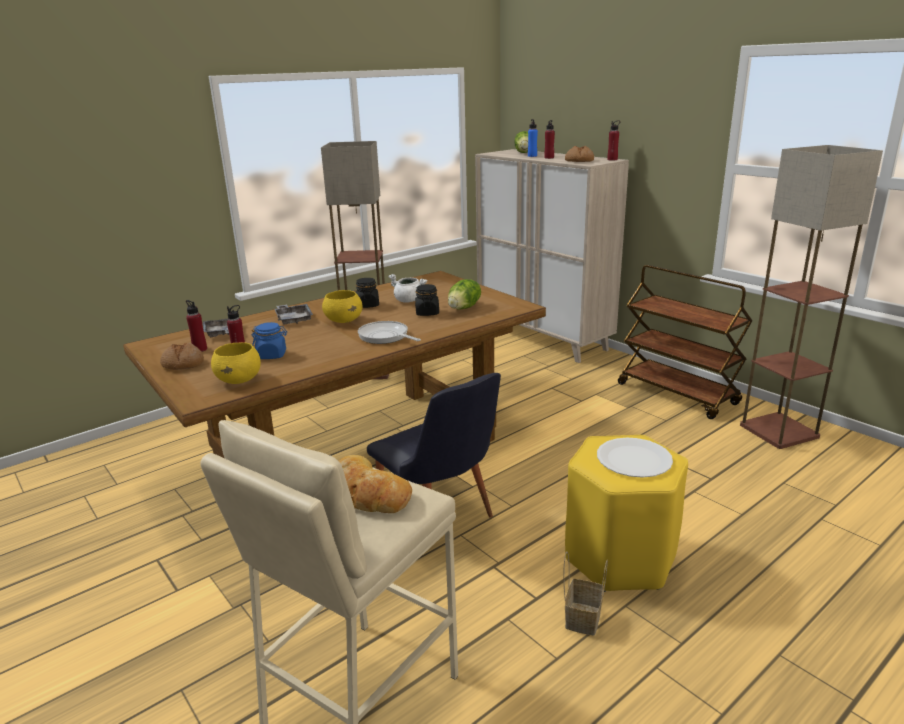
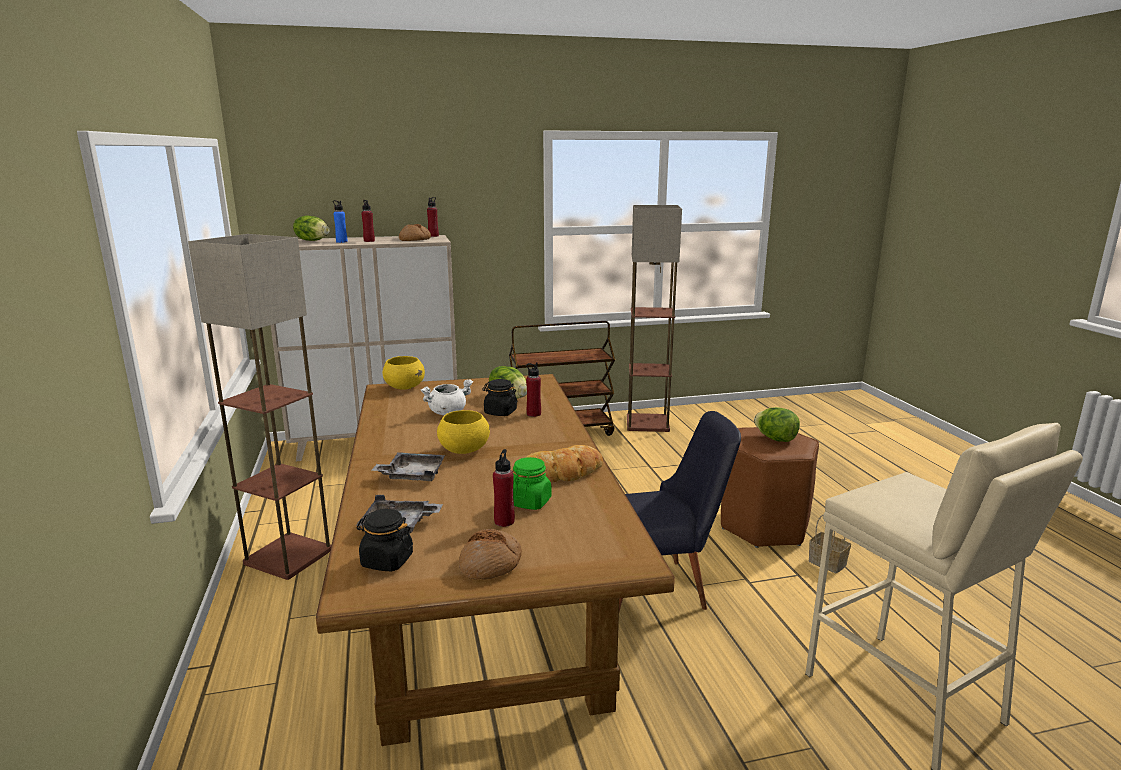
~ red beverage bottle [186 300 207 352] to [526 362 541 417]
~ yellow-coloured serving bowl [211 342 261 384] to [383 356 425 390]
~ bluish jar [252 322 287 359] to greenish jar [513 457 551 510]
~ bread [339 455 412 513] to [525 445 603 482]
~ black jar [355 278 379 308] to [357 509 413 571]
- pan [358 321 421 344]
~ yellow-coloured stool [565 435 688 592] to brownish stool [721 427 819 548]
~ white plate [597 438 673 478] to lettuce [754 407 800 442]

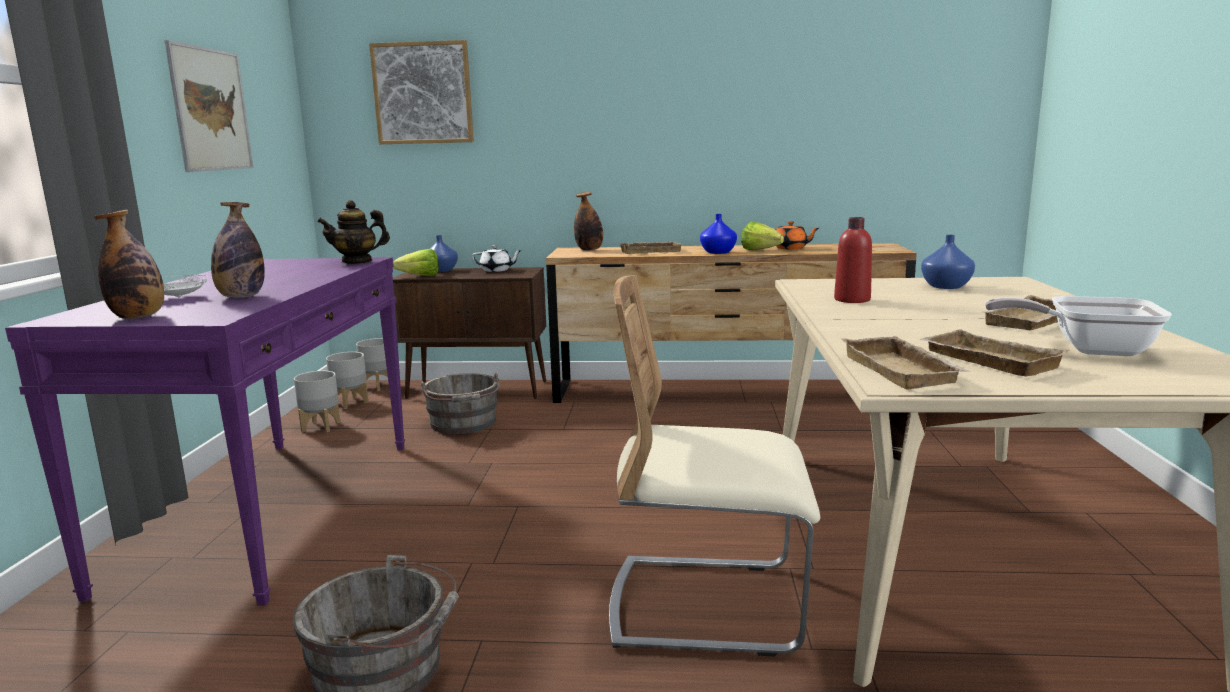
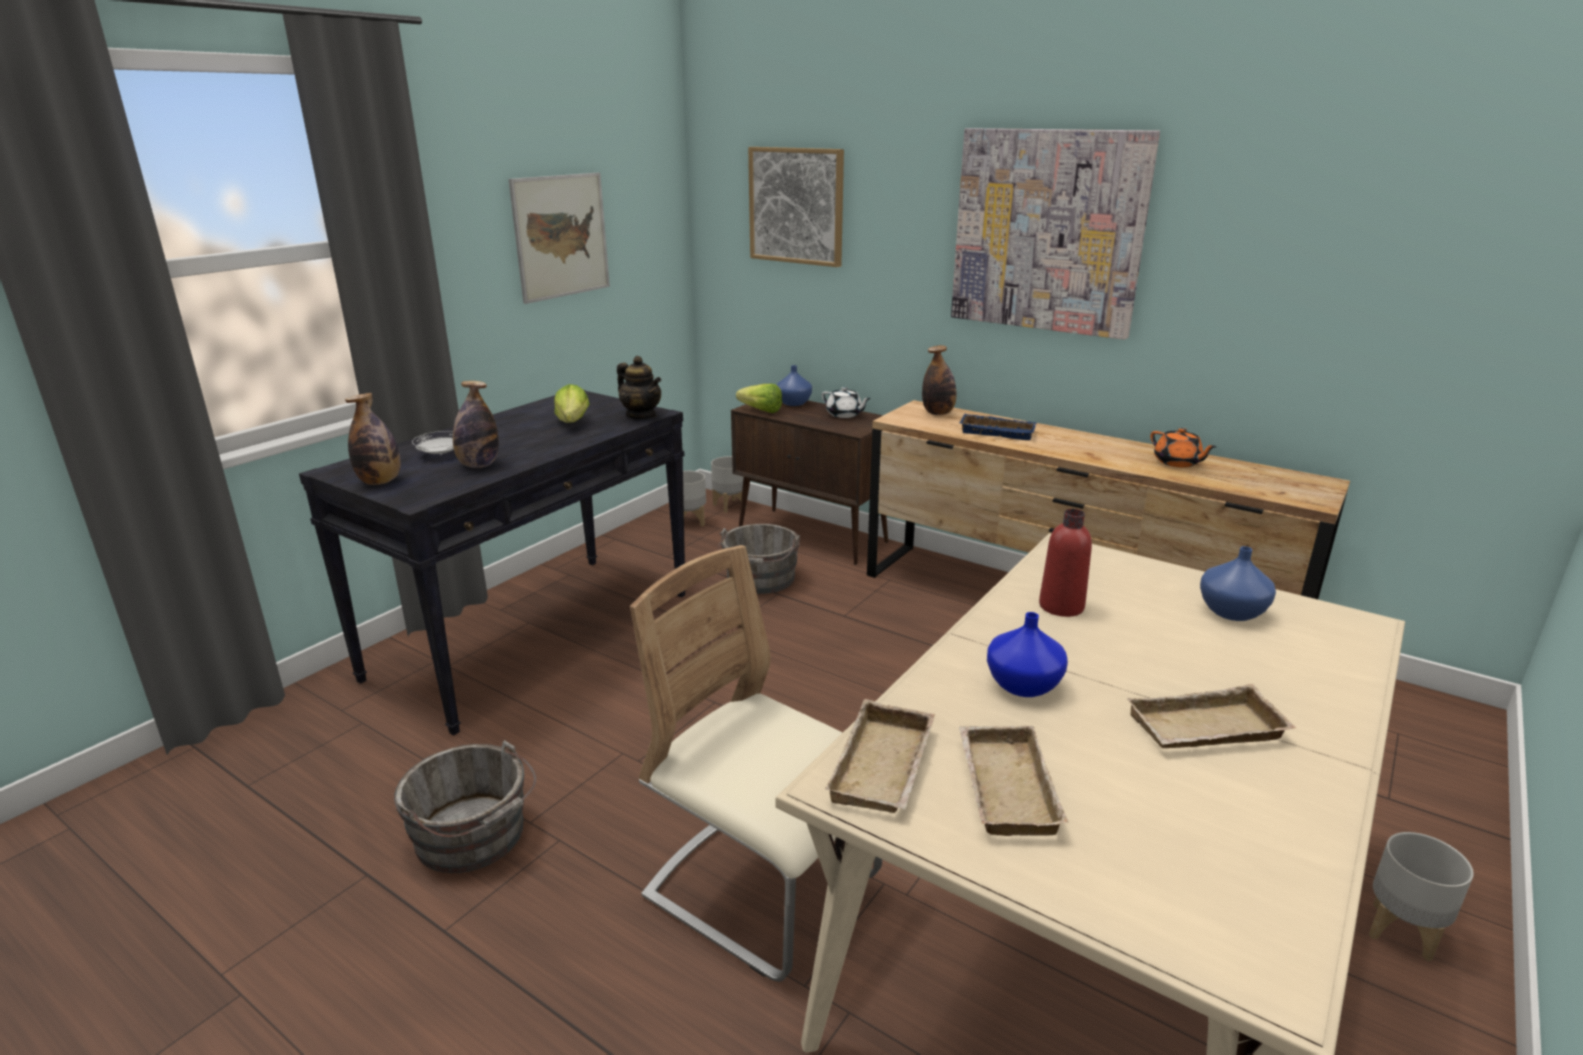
~ purple-coloured console table [5 257 405 606] to black console table [299 390 685 735]
~ greyish flower pot [294 371 340 432] to [1369 832 1474 961]
~ tea pot [317 200 390 264] = [617 356 661 419] 150 degrees counterclockwise
~ beige tray [619 242 682 254] to bluish tray [959 414 1036 440]
~ bluish vase [700 214 737 254] to [987 612 1068 697]
~ lettuce [741 222 784 250] to [554 384 589 423]
- pan [985 296 1172 356]
+ wall art [951 128 1160 340]

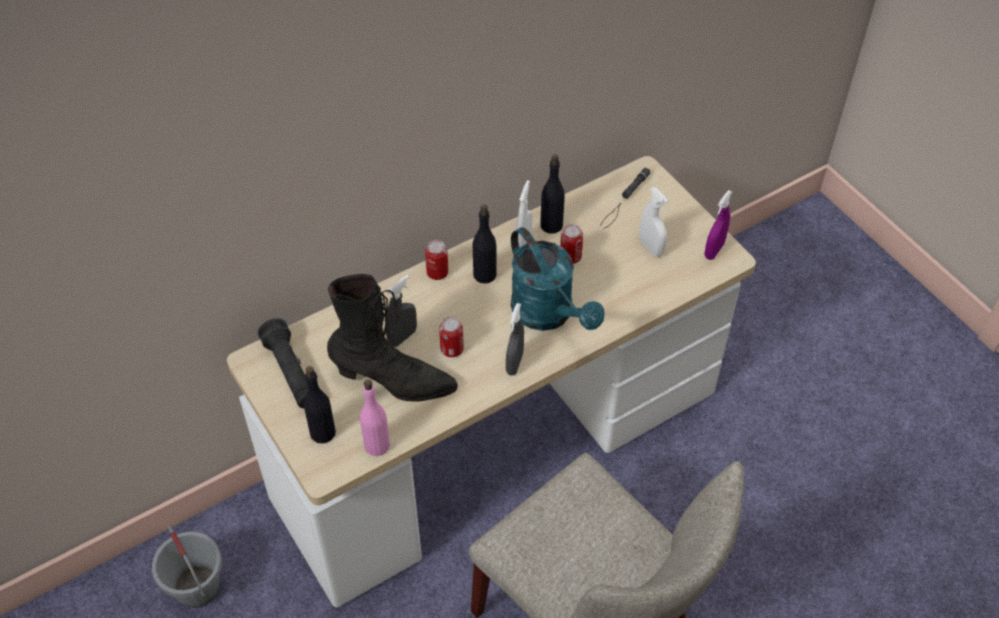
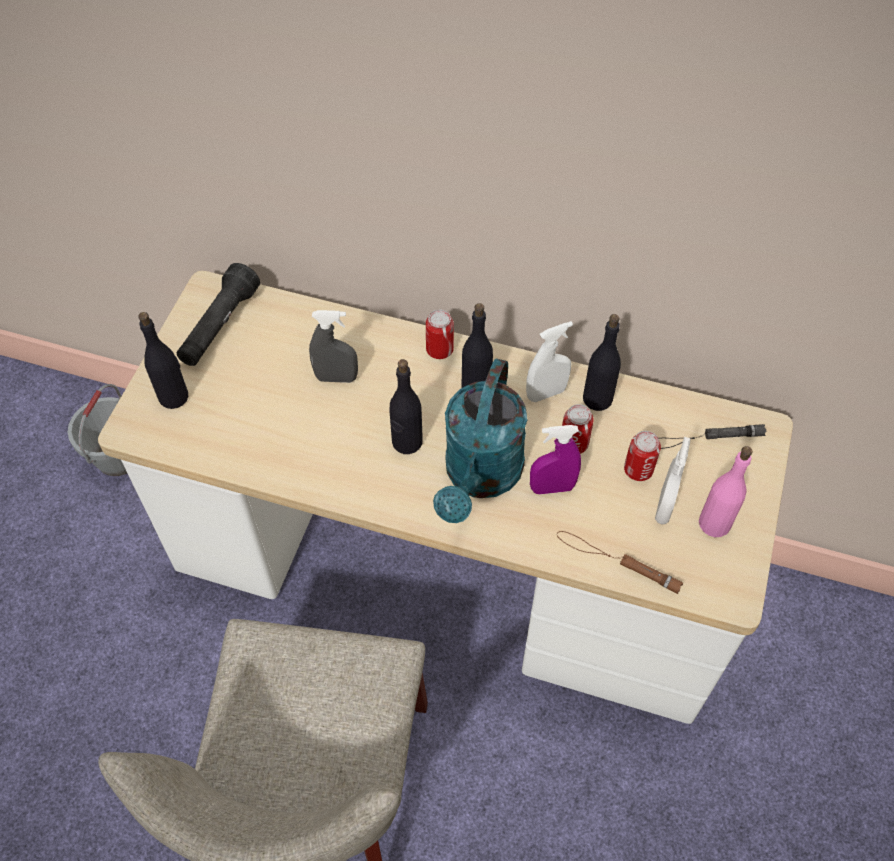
- black tall boot [327 274 458 402]
~ pink beverage bottle [360 379 390 456] to [699 446 753 537]
~ can [439 316 464 357] to [624 431 661 481]
- greyish sprayer [506 303 524 375]
~ purple-coloured sprayer [705 190 732 260] to [530 425 581 494]
+ black beverage bottle [389 359 423 454]
+ brownish hand torch [557 531 683 594]

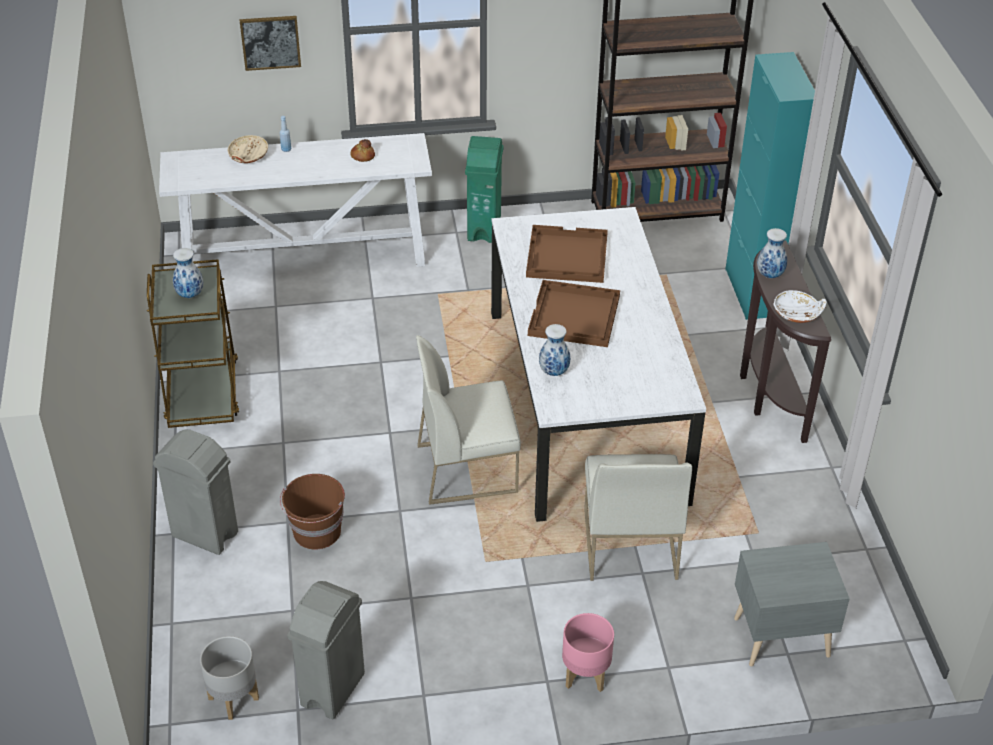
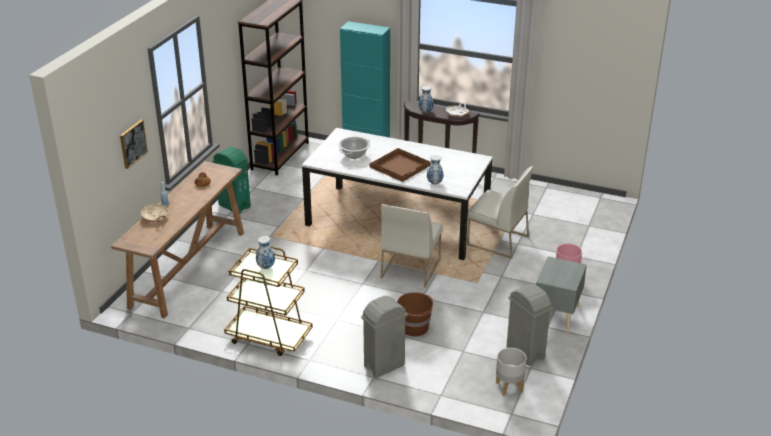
~ white console table [159 133 432 267] to brownish console table [111 161 244 319]
~ brownish tray [526 225 608 283] to stockpot [338 136 370 159]
~ greyish bedside table [734 542 850 666] to [536 256 587 333]

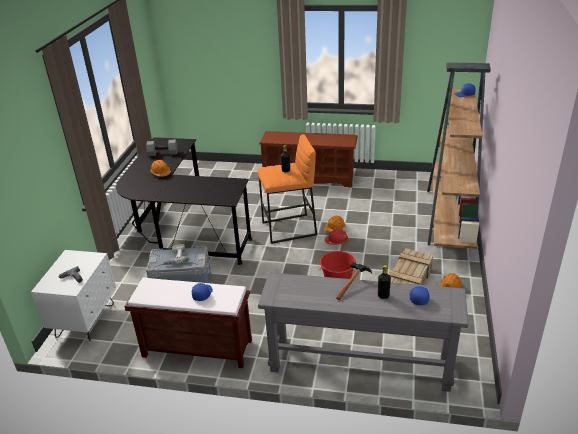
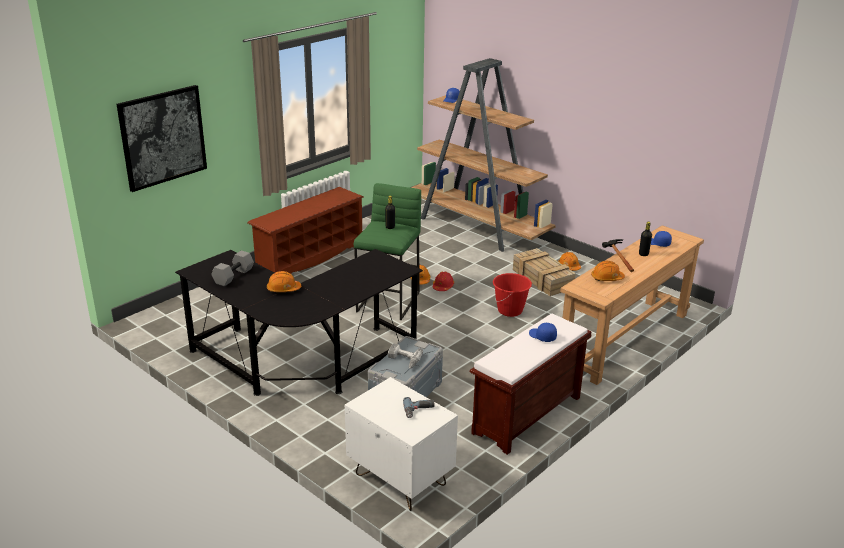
~ orangey stool [257 134 317 244] to greenish stool [354 183 421 320]
~ greyish console table [258 272 468 392] to brownish console table [560 225 704 385]
+ wall art [116 85 207 192]
+ orangey work helmet [591 261 625 281]

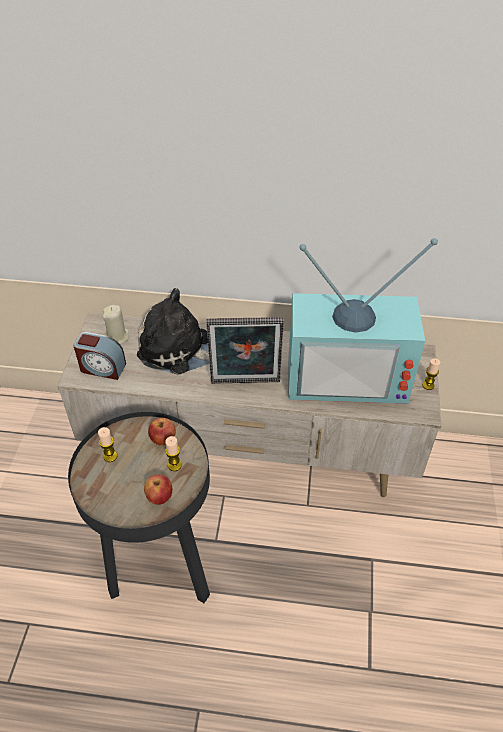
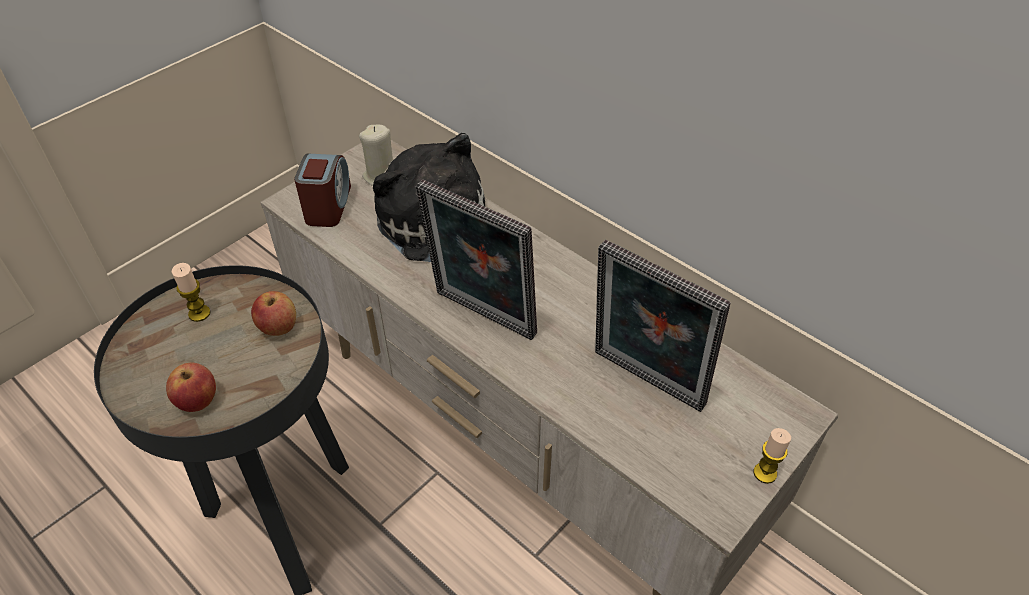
~ alarm clock [73 332 126 380] = [294 154 351 227] 135 degrees counterclockwise
- wax light [165 436 182 471]
~ television [288 238 438 404] to standing frame [595 240 730 412]

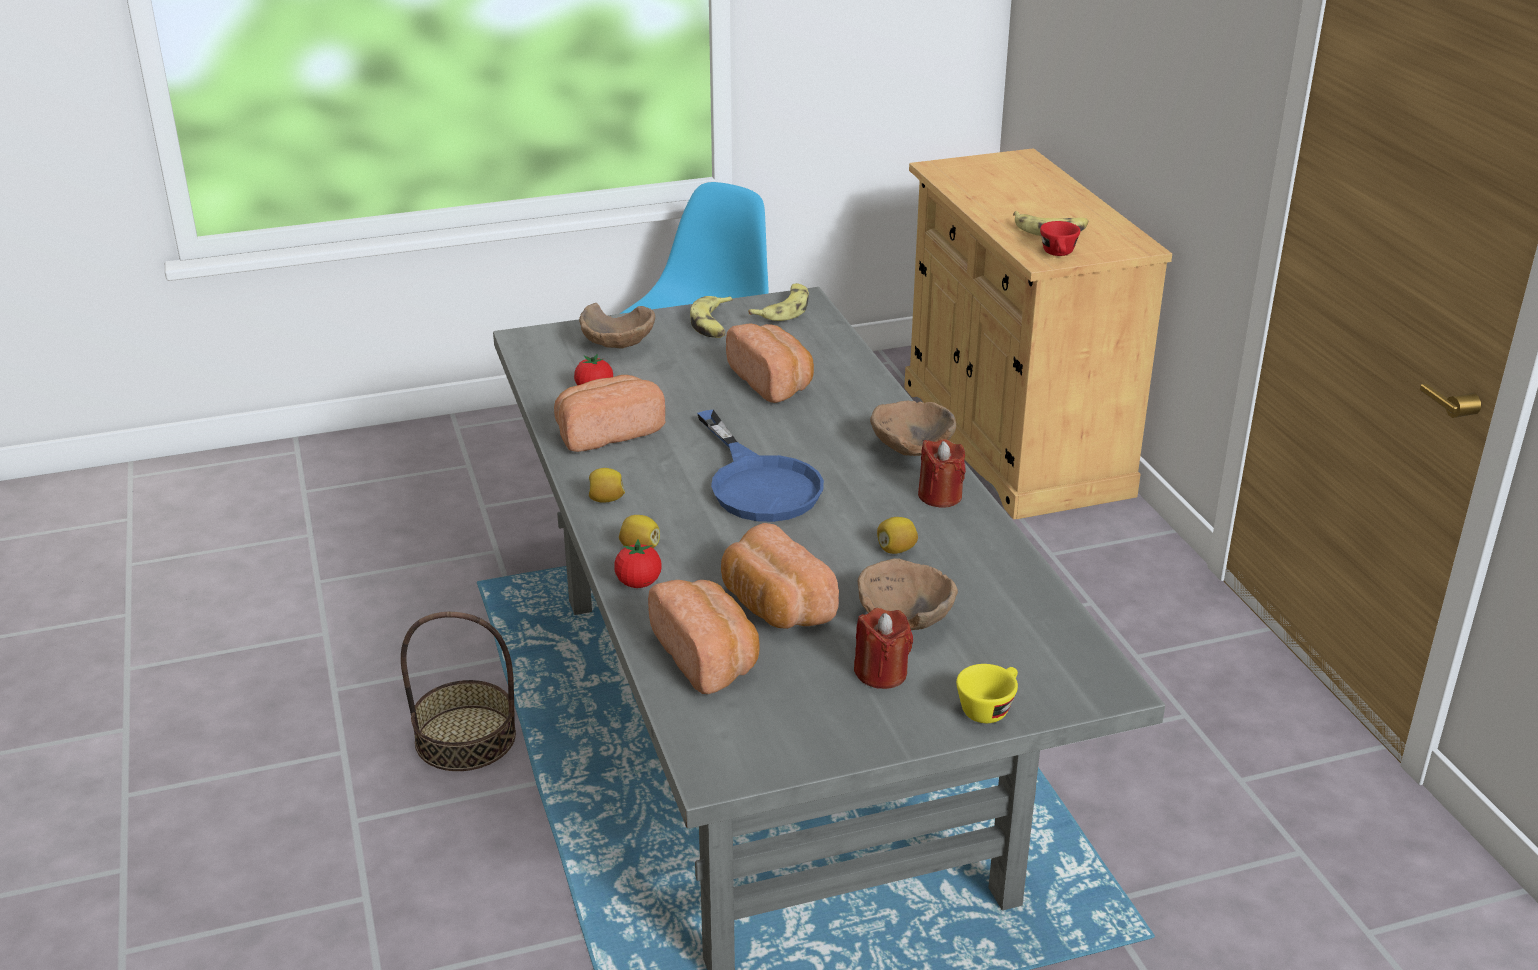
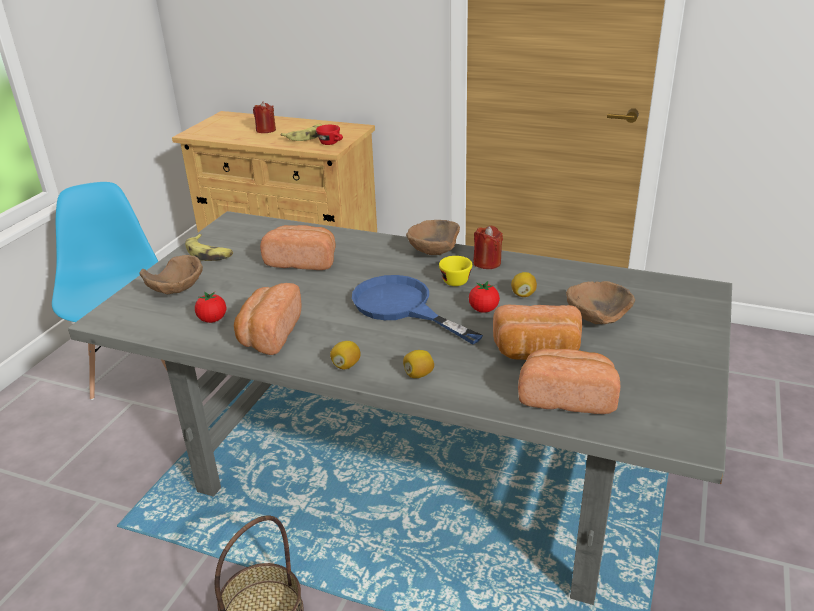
~ fresh tomato [614 539 661 588] to [469 281 500 313]
~ bluish pan [697 410 824 522] = [352 275 483 345] 150 degrees counterclockwise
- banana [748 283 809 321]
~ red wax light [854 608 913 689] to [253 102 276 133]
~ yellow-coloured small cup [956 664 1018 723] to [439 256 472 286]

